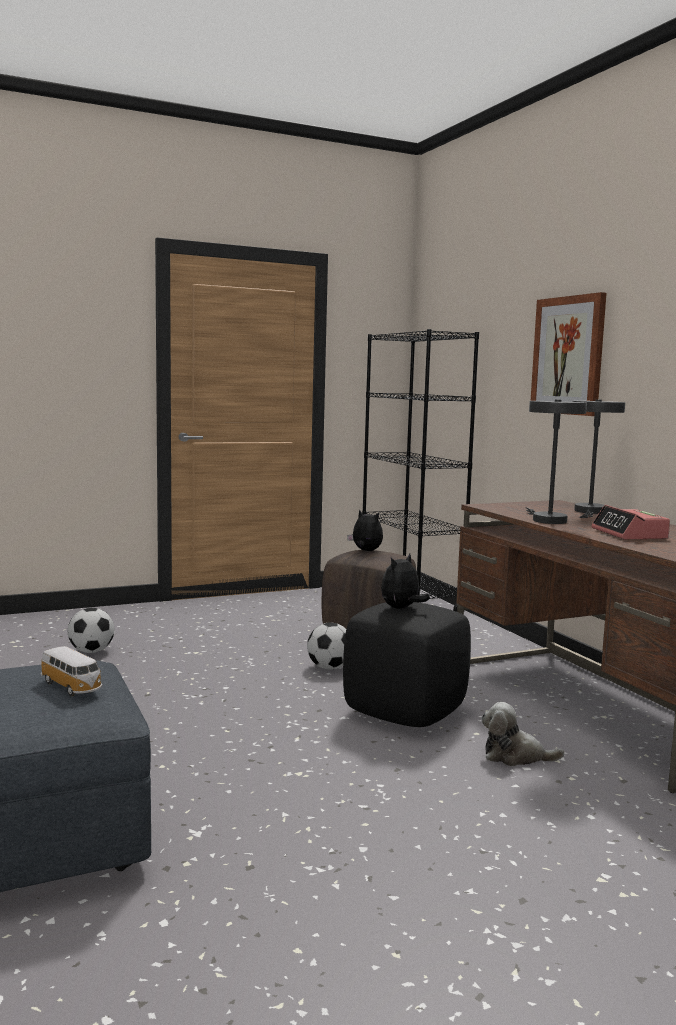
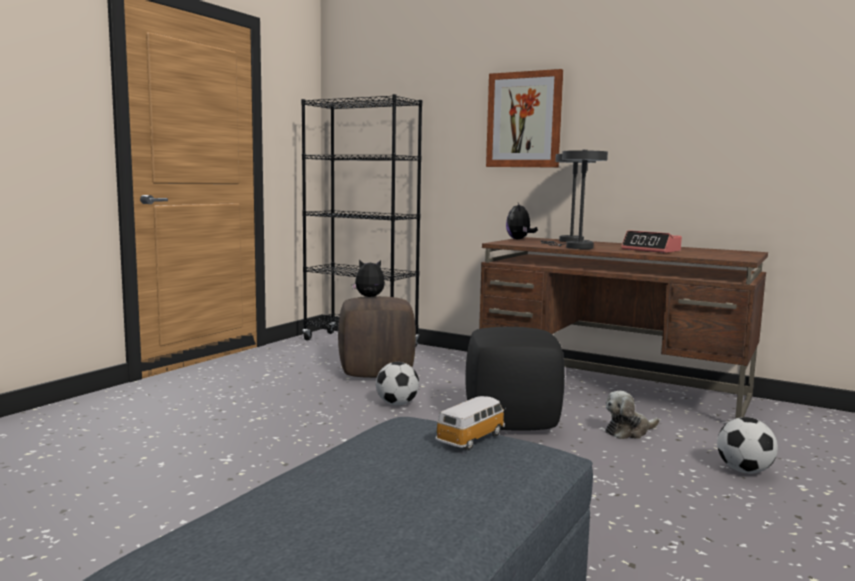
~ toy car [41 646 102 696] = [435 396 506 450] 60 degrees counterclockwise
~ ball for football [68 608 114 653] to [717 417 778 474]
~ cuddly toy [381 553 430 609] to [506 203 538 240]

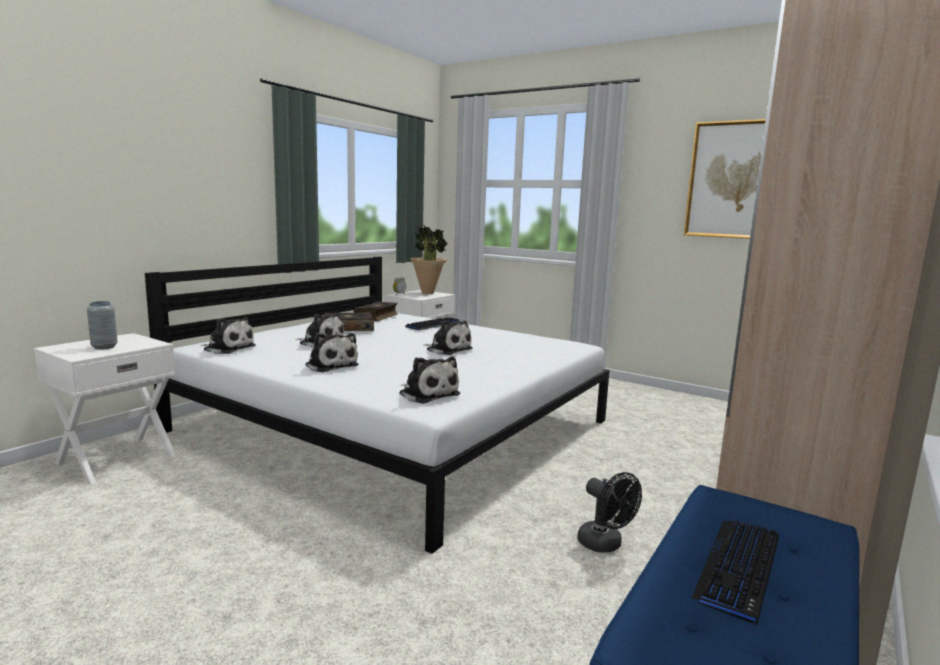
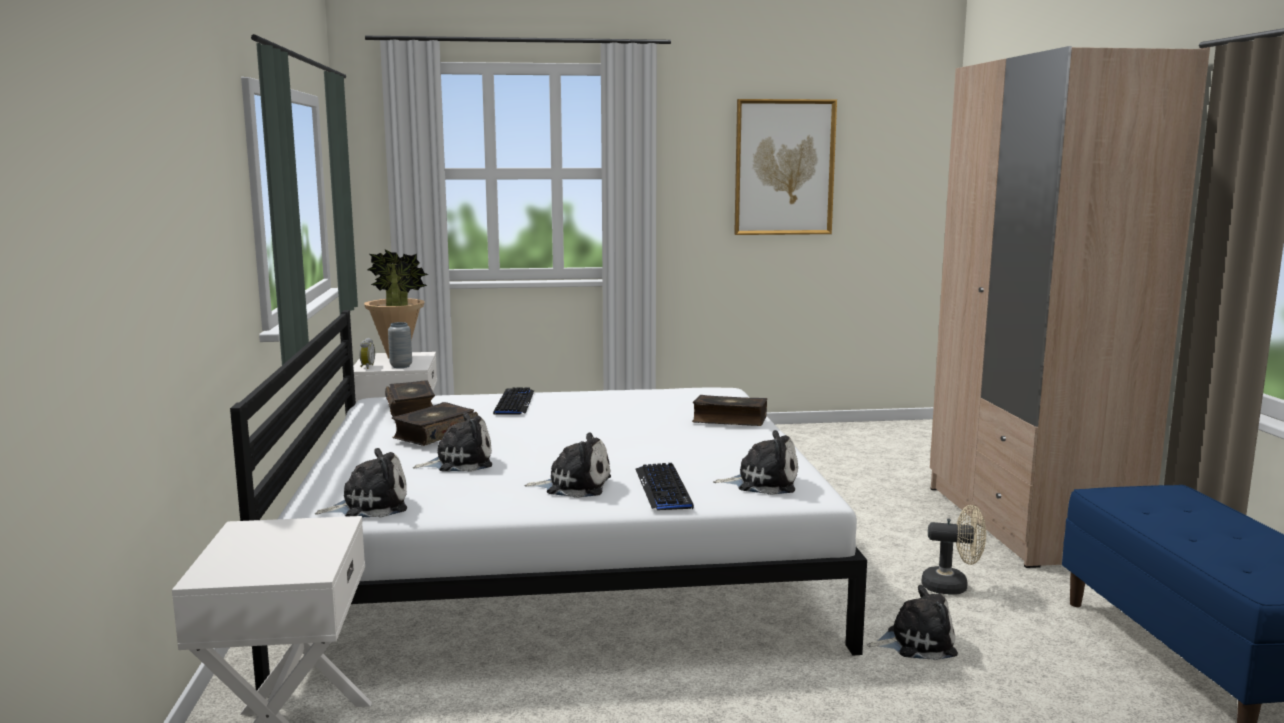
~ greyish vase [87 301 118 350] to [388 322 412 368]
~ cuddly toy [424 321 473 355] to [867 585 958 661]
~ black electric fan [577 472 642 553] to beige electric fan [921 505 986 594]
~ PC keyboard [691 520 779 625] to [636 463 694 510]
+ book [692 395 767 426]

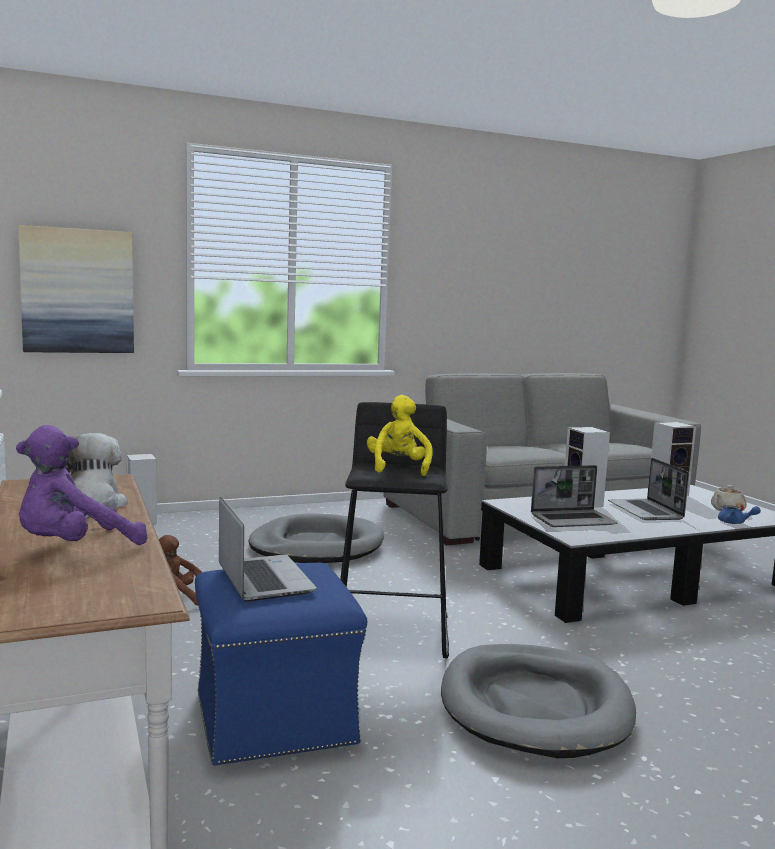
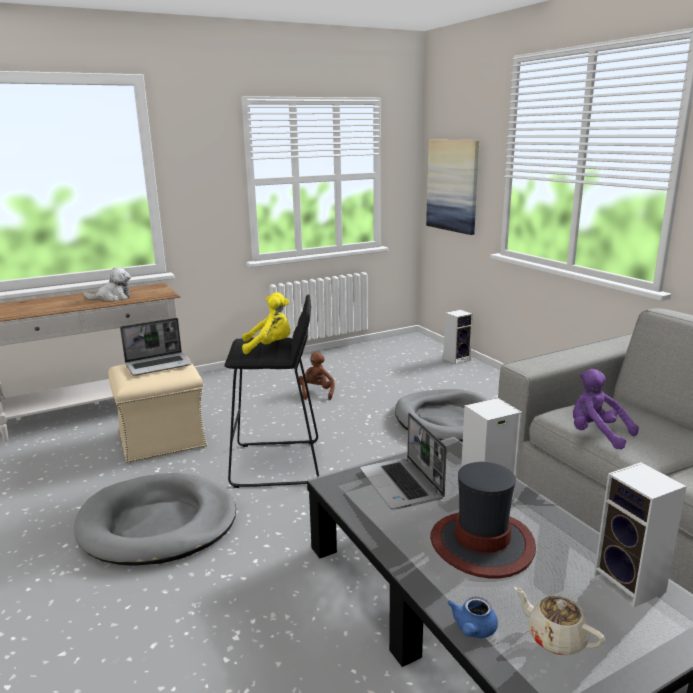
~ purple-coloured cuddly toy [16 425 148 545] to [573 369 639 449]
~ bluish ottoman [195 563 367 766] to beige ottoman [108 356 207 463]
~ laptop [608 458 689 520] to wearable hat [430 462 536 578]

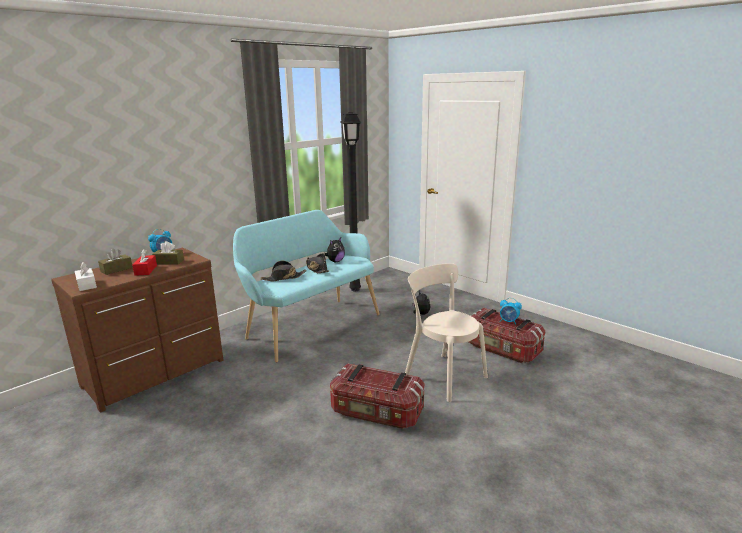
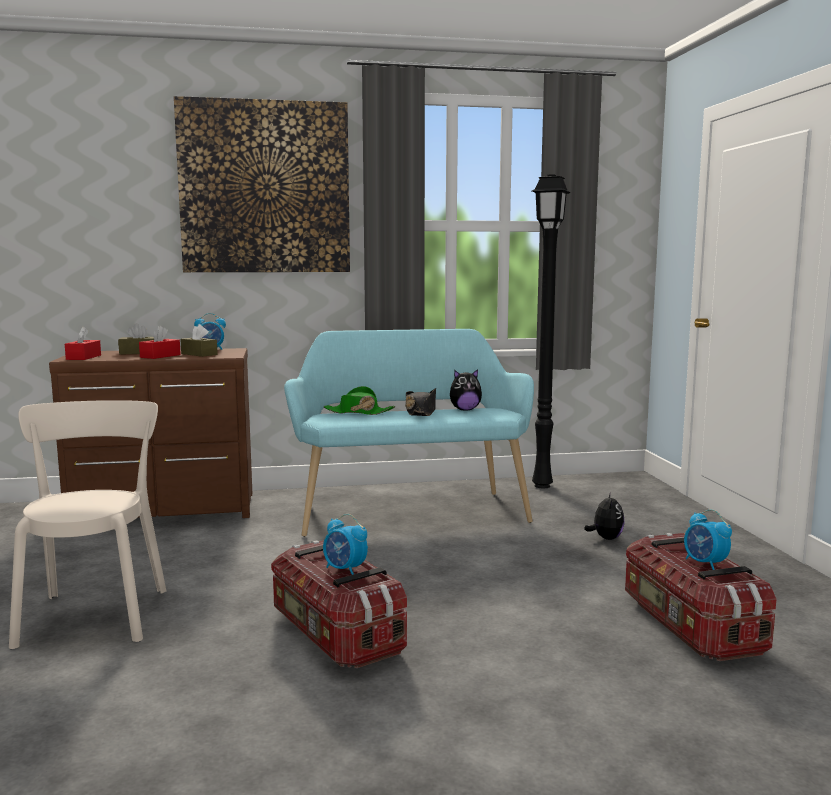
~ white tissue box [75 262 97 291] to red tissue box [65 327 101 360]
~ black wearable hat [260 261 307 281] to greenish wearable hat [324 386 395 415]
~ beige chair [405 263 488 402] to [9 400 166 649]
+ wall art [174 96 350 272]
+ alarm clock [323 514 368 575]

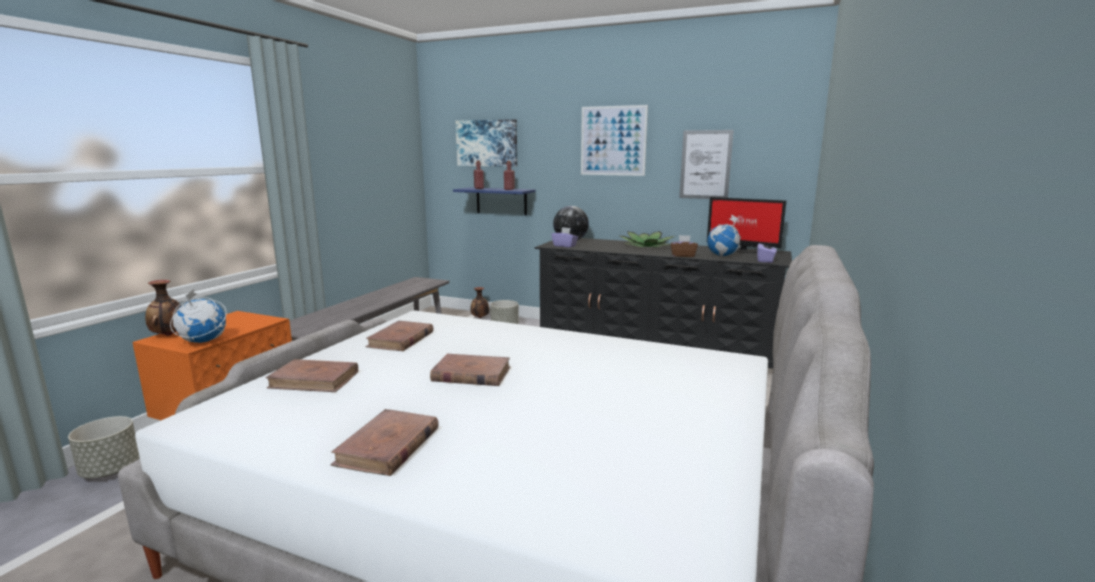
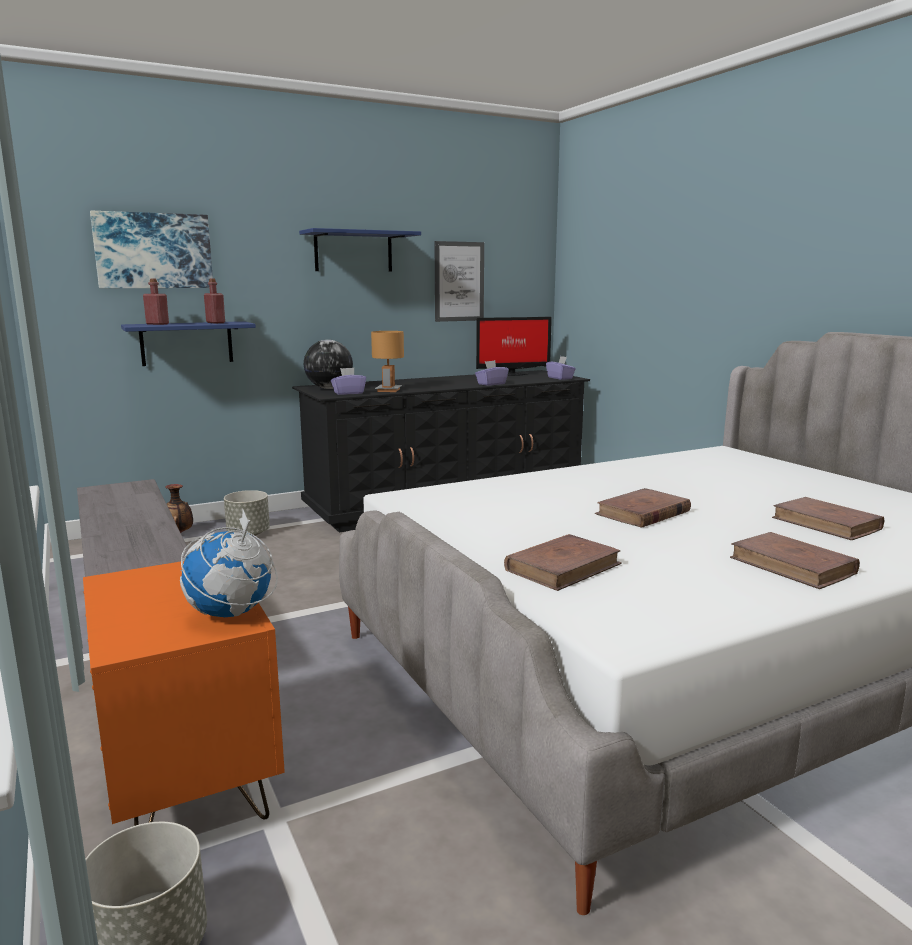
- vase [145 280 181 336]
~ brownish book [366 321 433 351] to [772 497 884 540]
~ wall art [581 105 648 176] to bluish bracket shelf [299 228 421 272]
- houseplant [620 231 675 247]
~ brownish tissue box [671 235 698 257] to purple-coloured tissue box [475 360 509 386]
- world globe [707 215 741 257]
+ brownish table lamp [371 331 404 392]

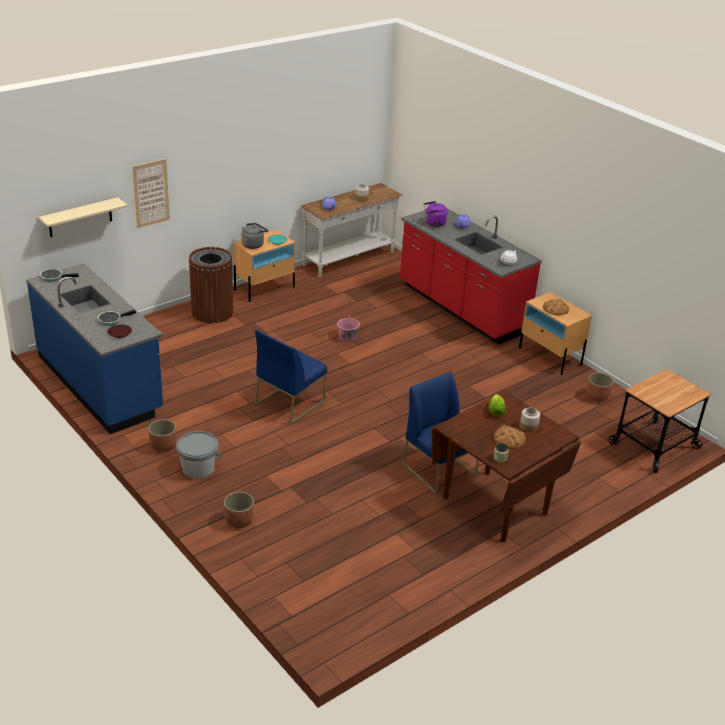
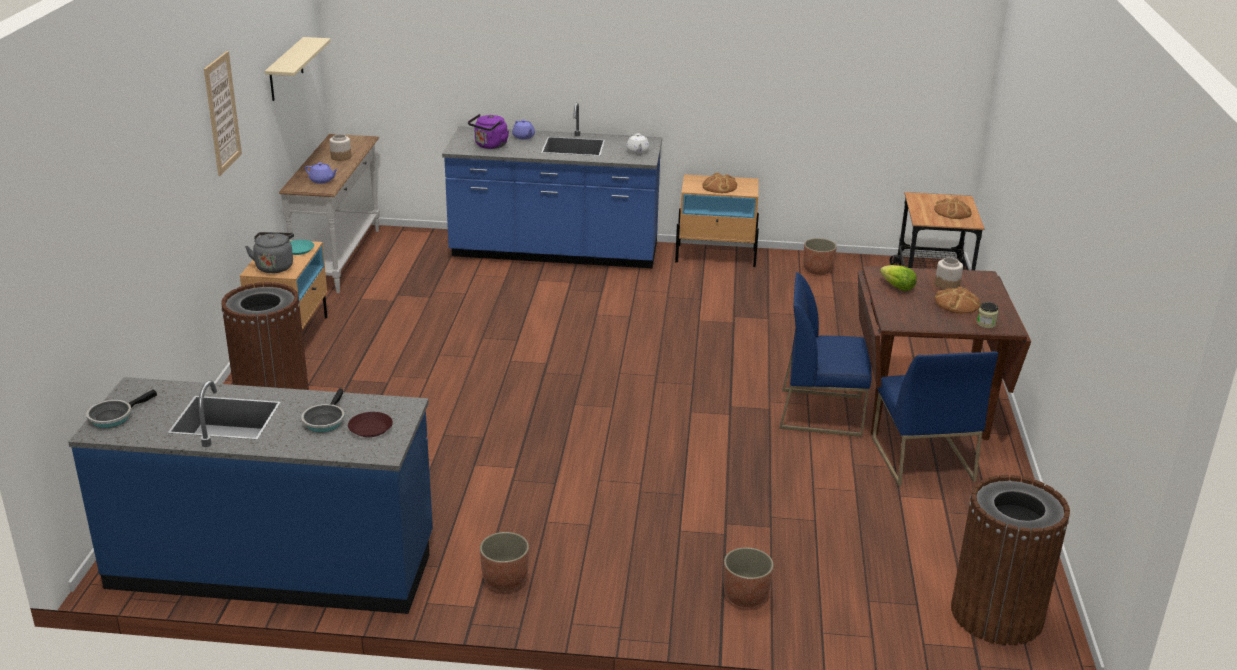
~ beige bracket shelf [39 197 128 237] to [264 37 331 101]
~ wall art [132 159 170 228] to [204 51 242 176]
- greyish bucket [176 431 221 479]
~ bluish chair [254 330 327 425] to [872 351 998 486]
- pink bucket [337 313 360 342]
~ red counter [400 208 542 345] to bluish counter [442 102 662 269]
+ bread [934 197 972 219]
+ brownish waste bin [951 475 1070 645]

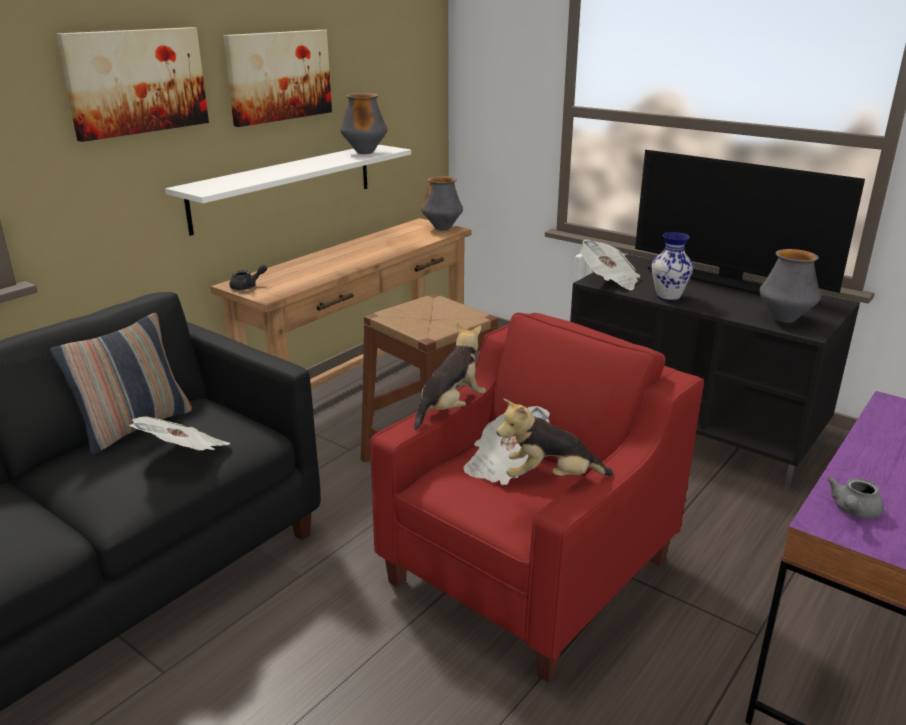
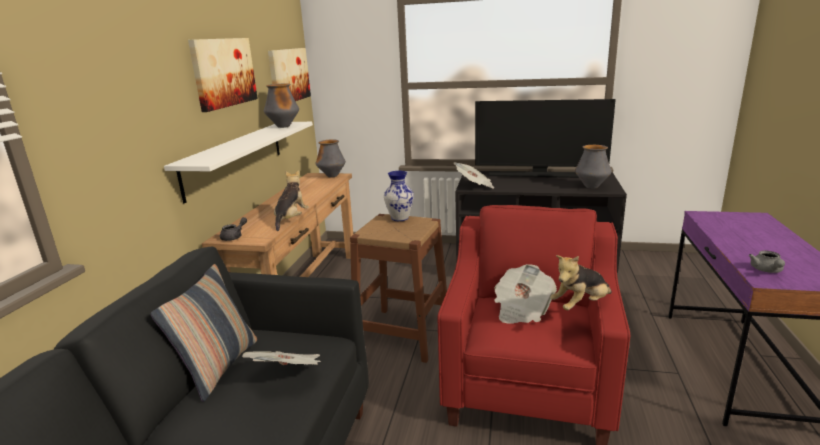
~ wall art [56 27 209 142] to [268 48 311 101]
~ cuddly toy [414 323 486 430] to [274 170 309 231]
~ vase [652 232 693 301] to [384 171 414 221]

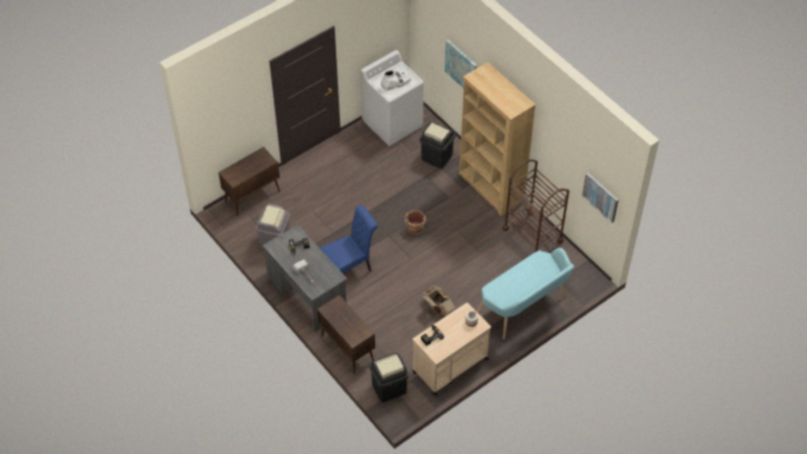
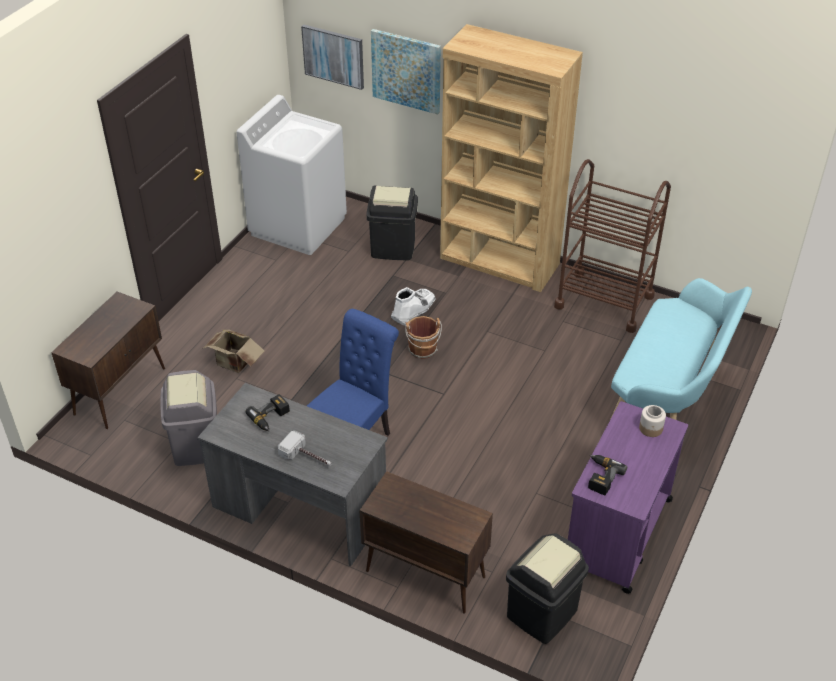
~ white tall boot [381 69 411 91] to [391 287 436 326]
~ beige cart [412 302 491 396] to purple-coloured cart [568 401 688 594]
~ carton [423 286 455 315] to [203 329 265 373]
~ wall art [582 173 618 223] to [301 24 364 90]

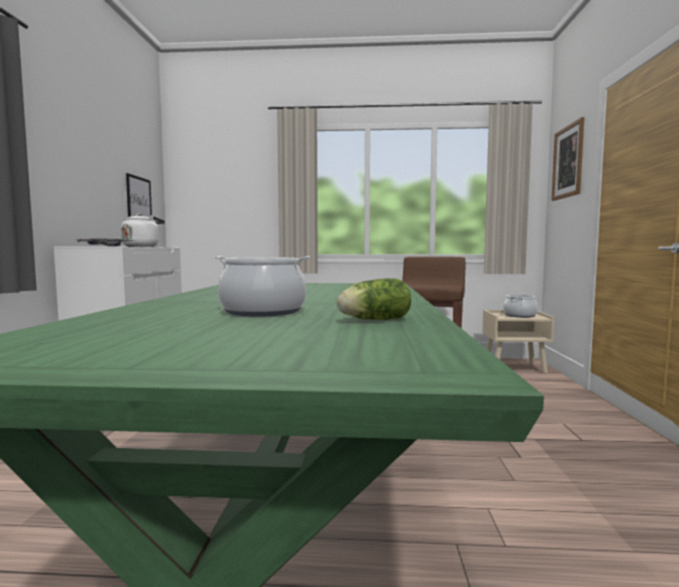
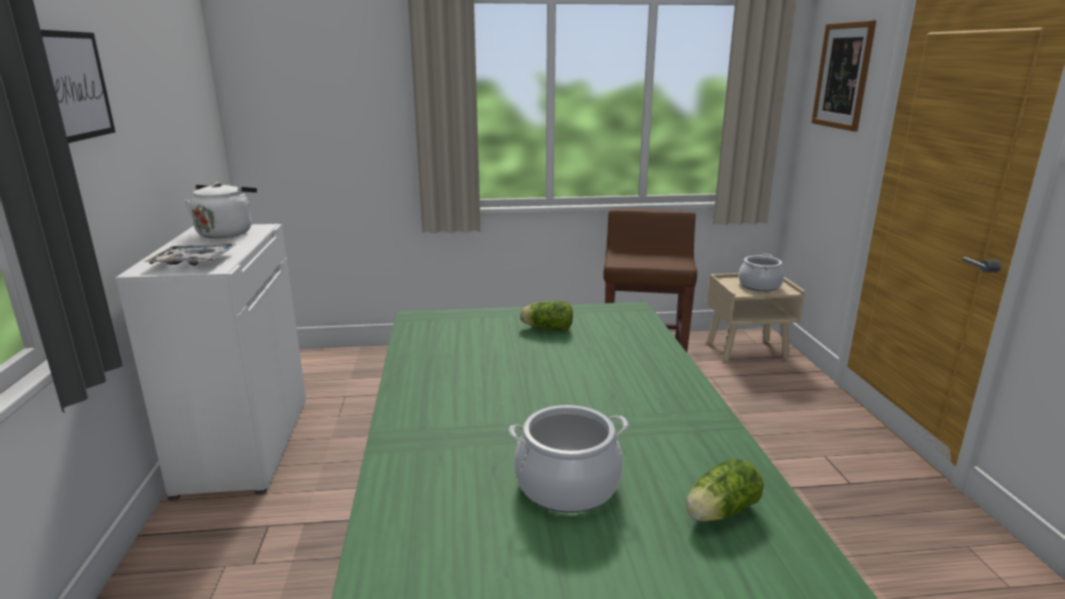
~ wall art [126 173 152 218] to [41 30 115 143]
+ lettuce [520 301 573 331]

